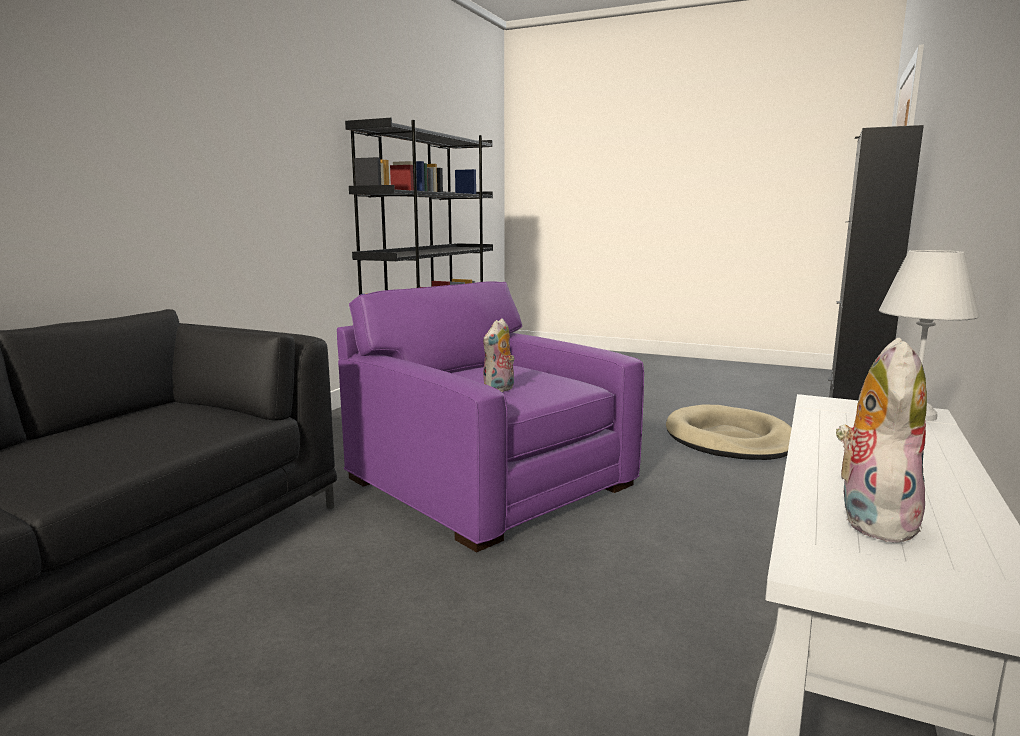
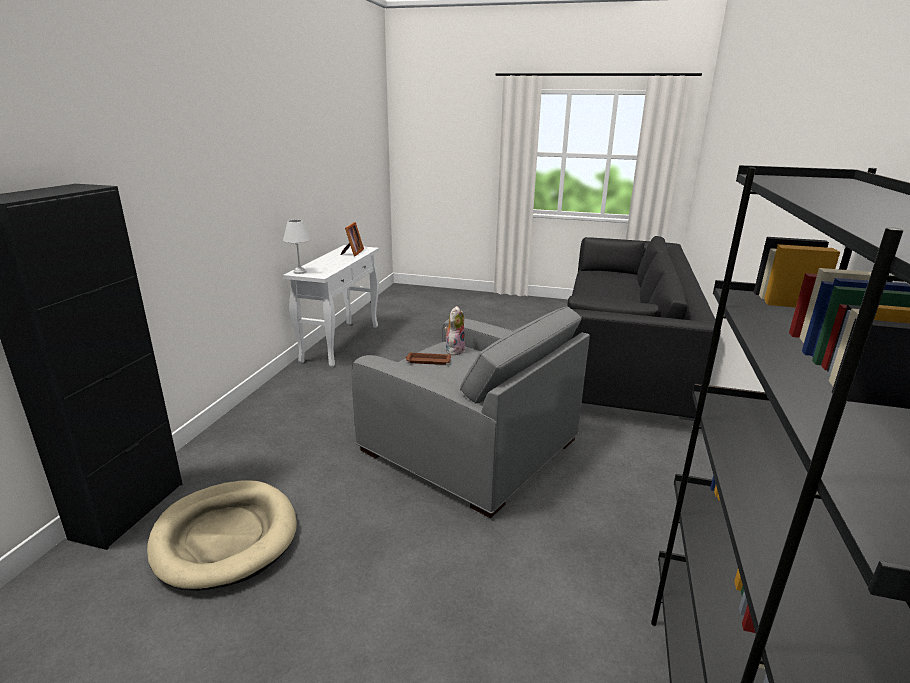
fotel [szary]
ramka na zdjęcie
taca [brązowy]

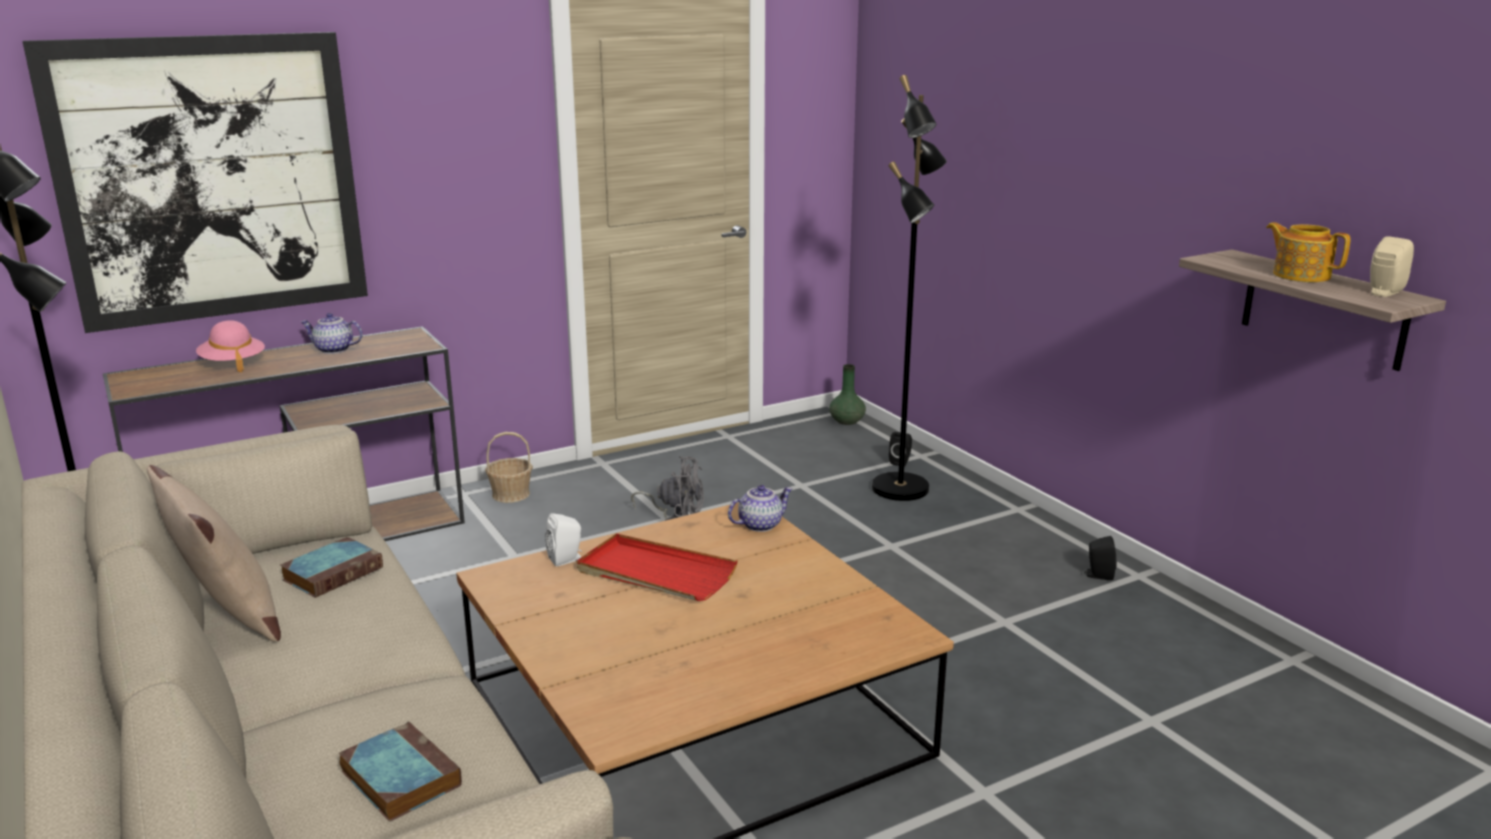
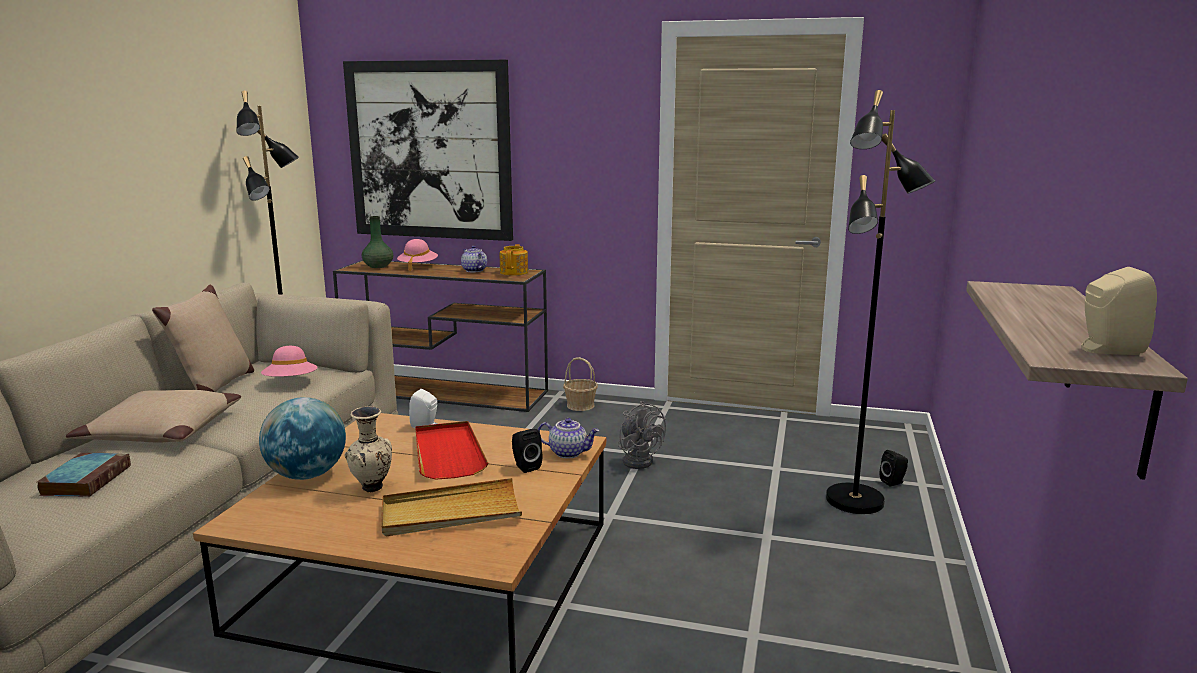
kapelusz [różowy] (1st from left)
wazon [zielony]
głośnik [czarny] (1st from left)
imbryk (2nd from left)
poduszka [beżowy] (1st from left)
globus
wazon [beżowy]
taca [beżowy]

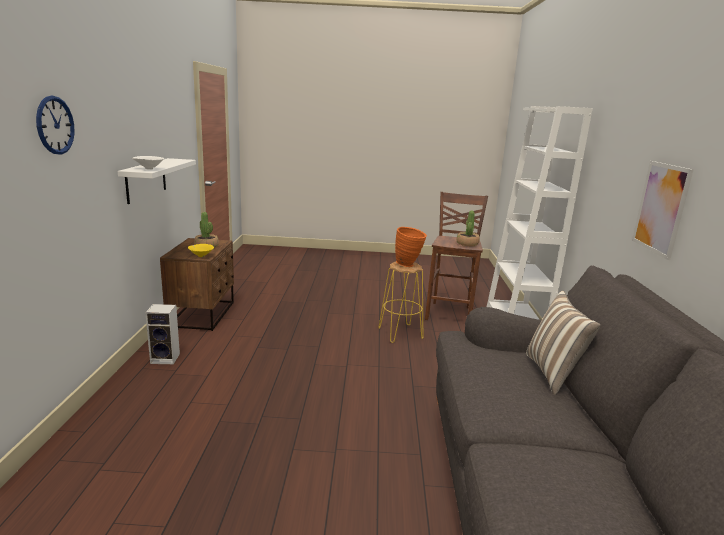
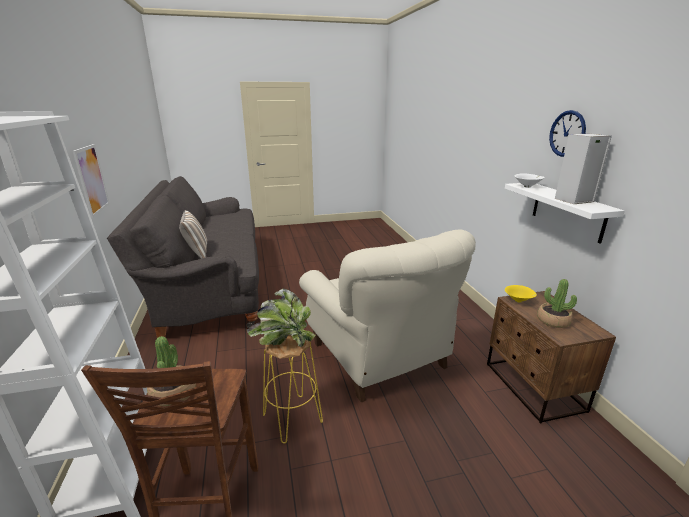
zegar ścienny
głośnik
roślina doniczkowa (2nd from left)
fotel [beżowy]

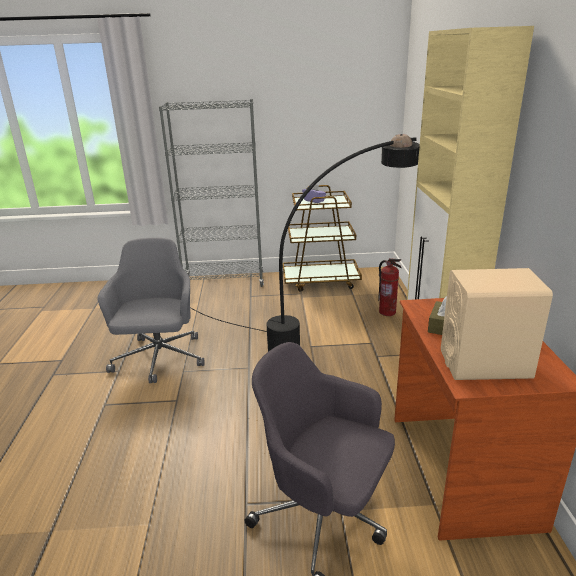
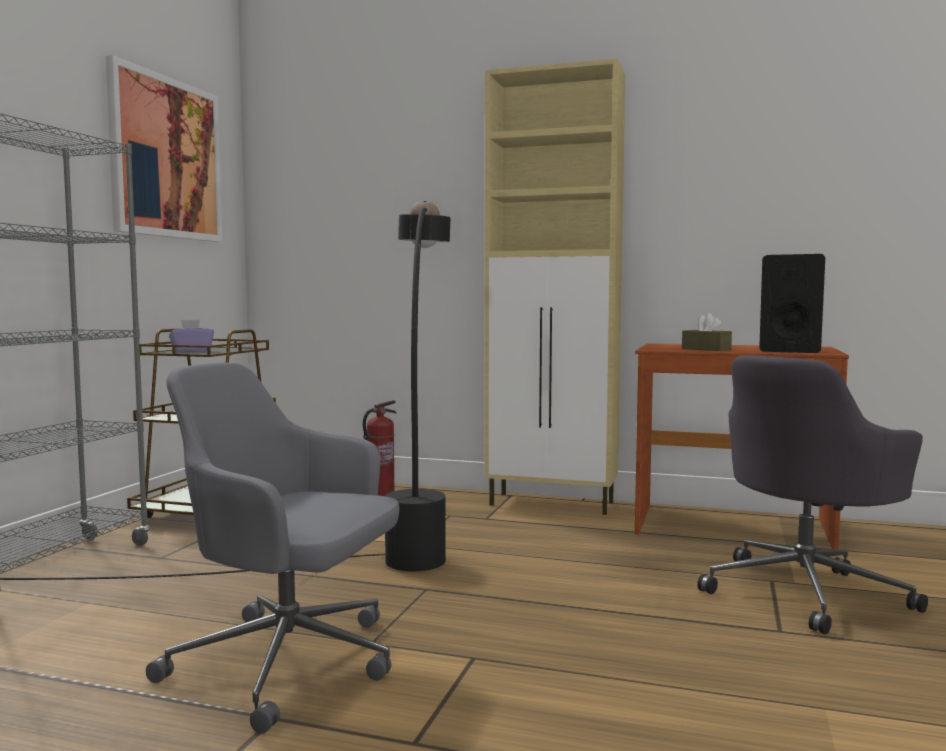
głośnik [czarny]
obraz

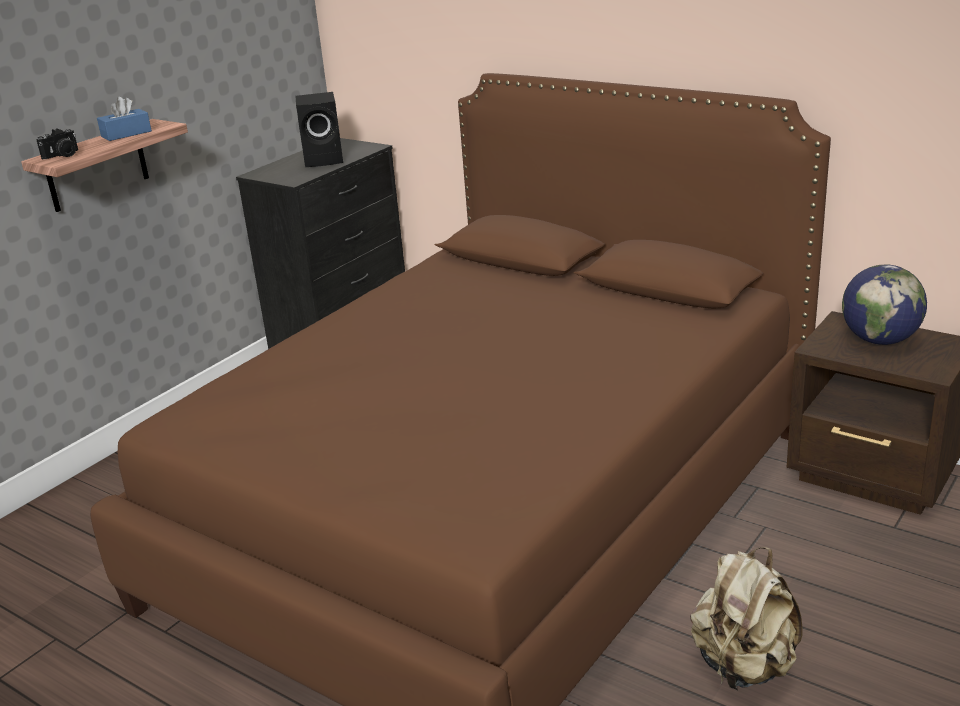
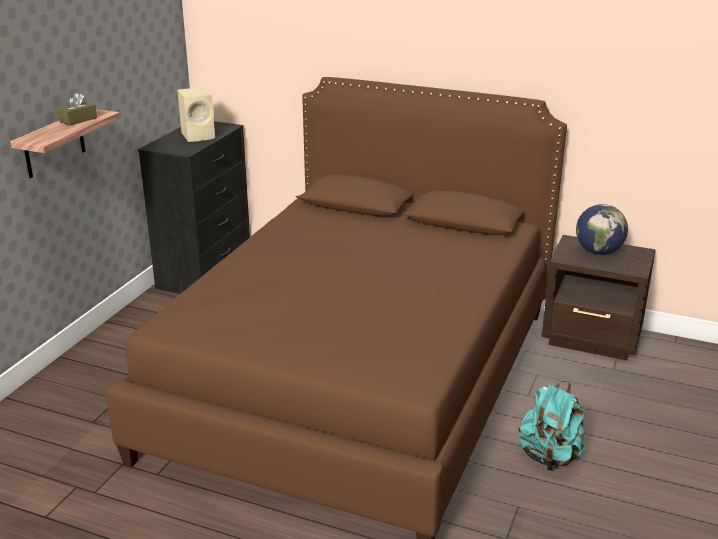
aparat fotograficzny
pudełko chusteczek [brązowy]
głośnik [beżowy]
plecak [turkusowy]

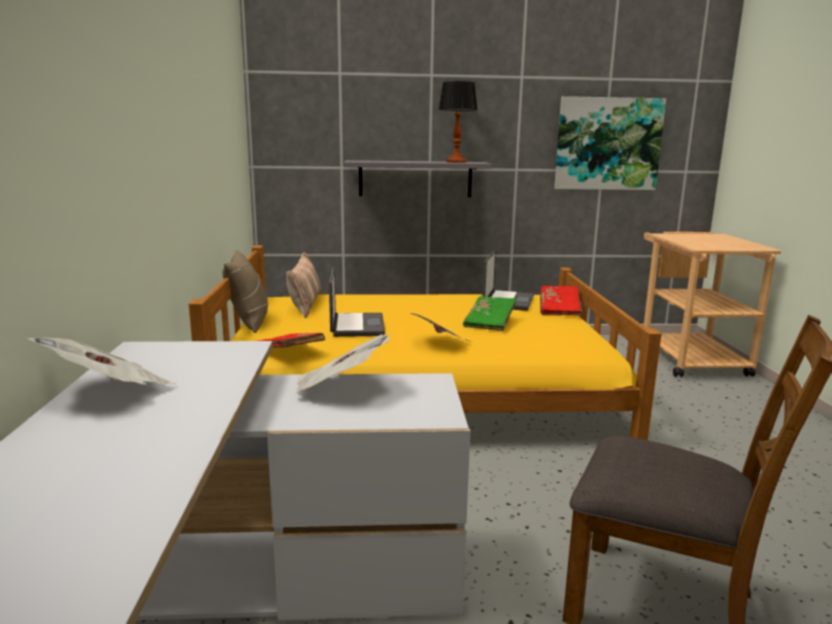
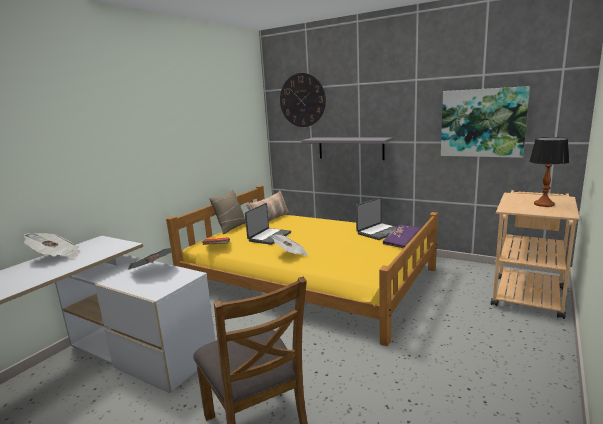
lampa stołowa
książka [zielony]
książka [fioletowy]
zegar ścienny

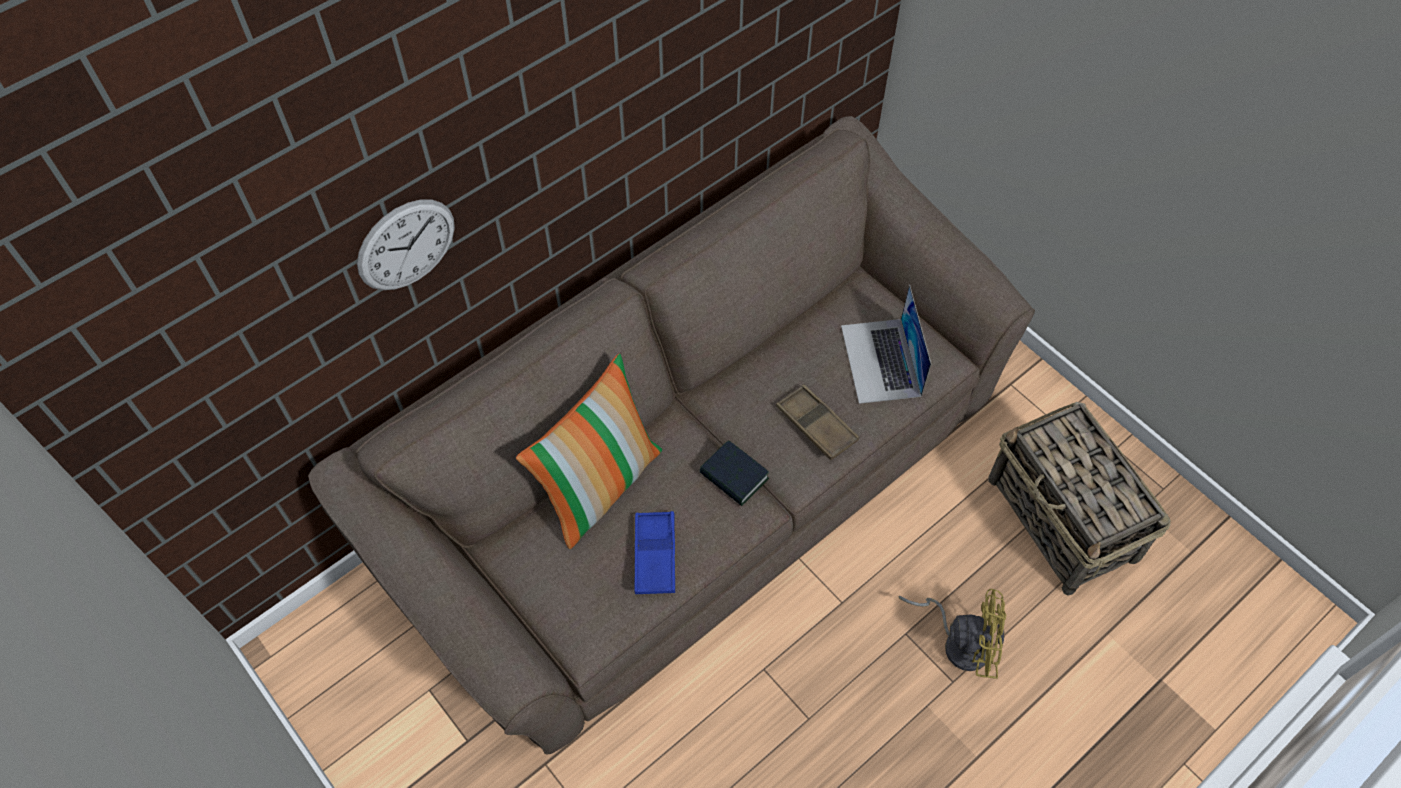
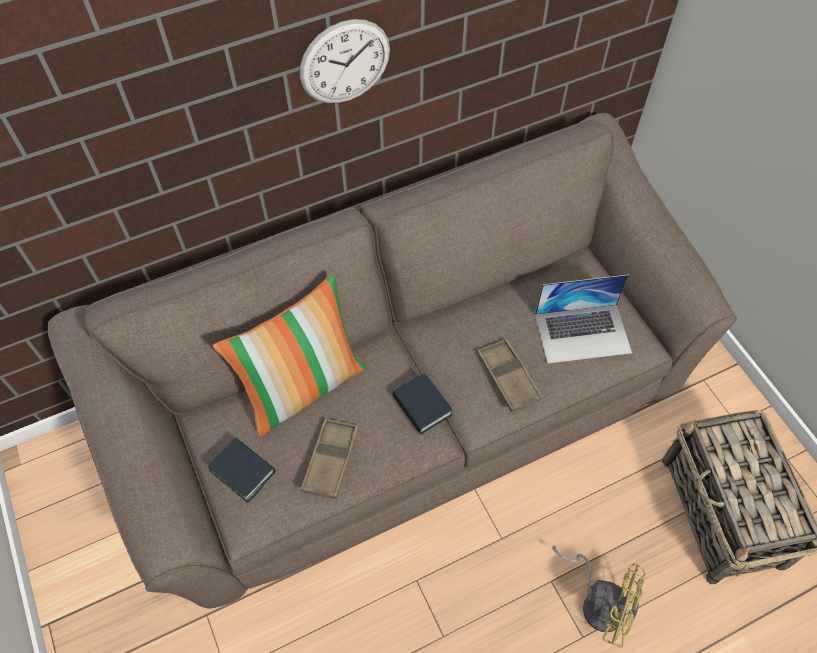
zegar ścienny
taca [brązowy] (1st from left)
laptop
książka (1st from left)

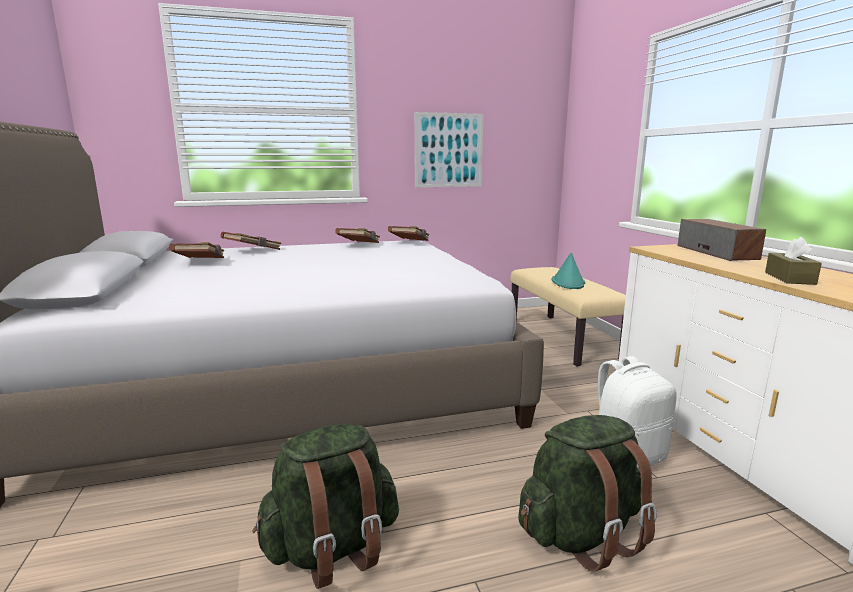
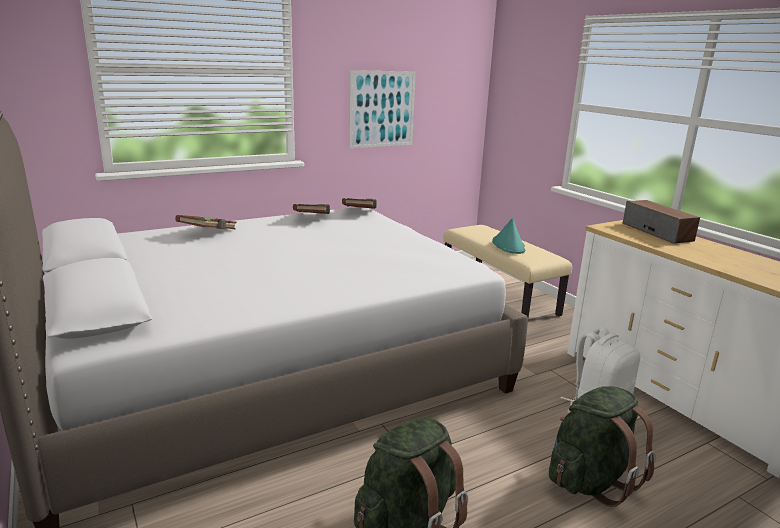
książka [brązowy] (1st from left in the first image)
pudełko chusteczek [brązowy]

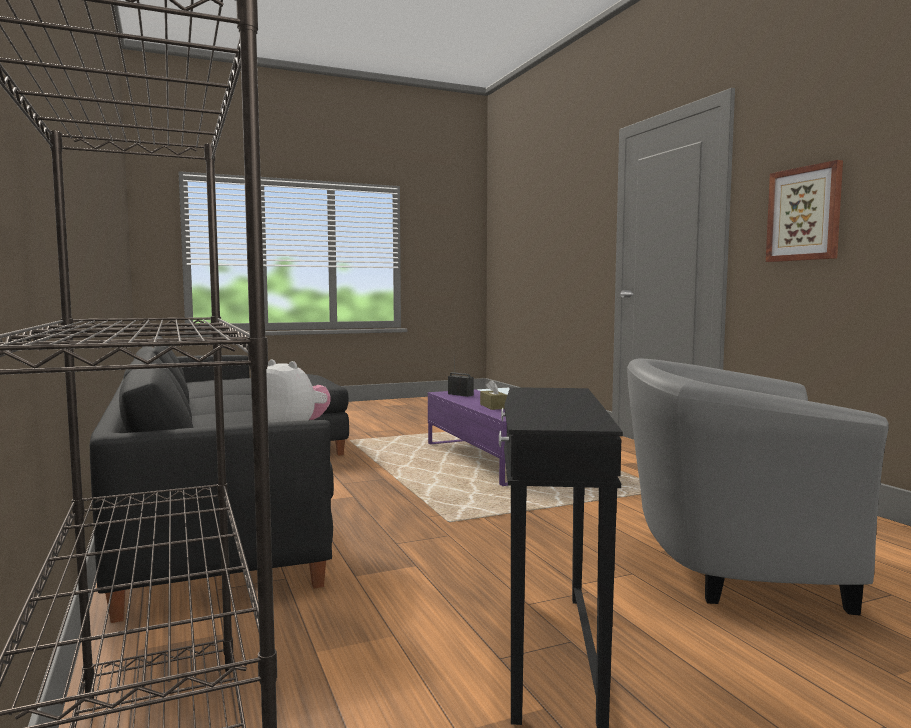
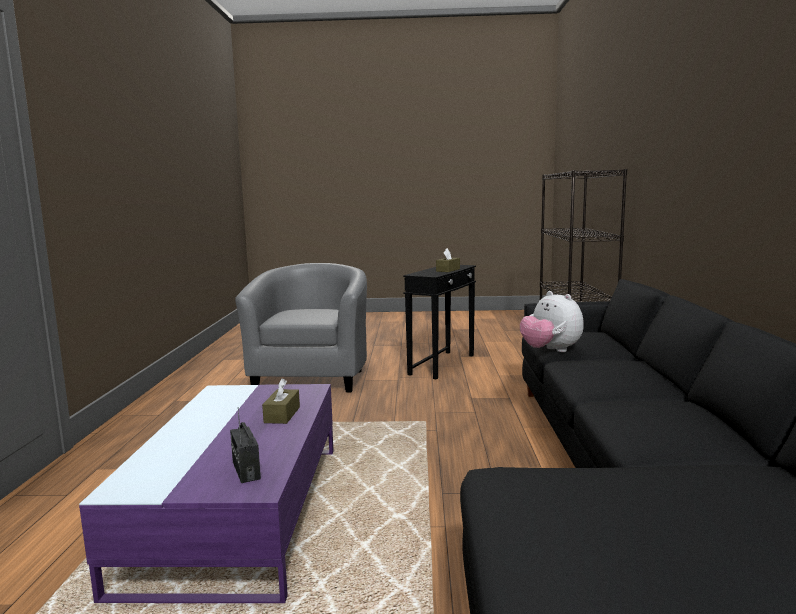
fotel [szary]
obraz
pudełko chusteczek [brązowy] (2nd from left)

